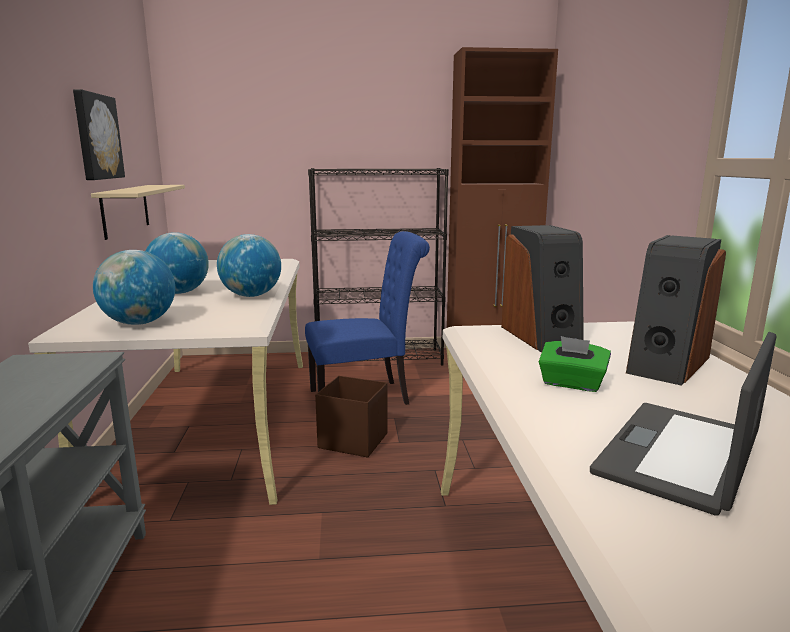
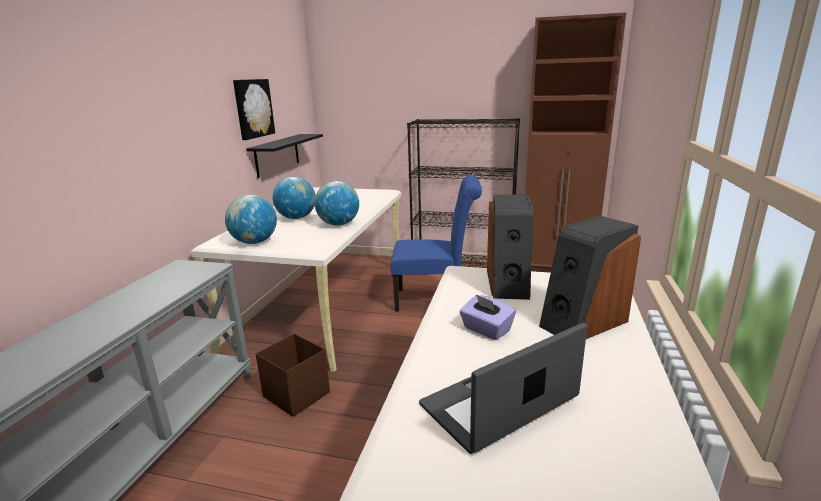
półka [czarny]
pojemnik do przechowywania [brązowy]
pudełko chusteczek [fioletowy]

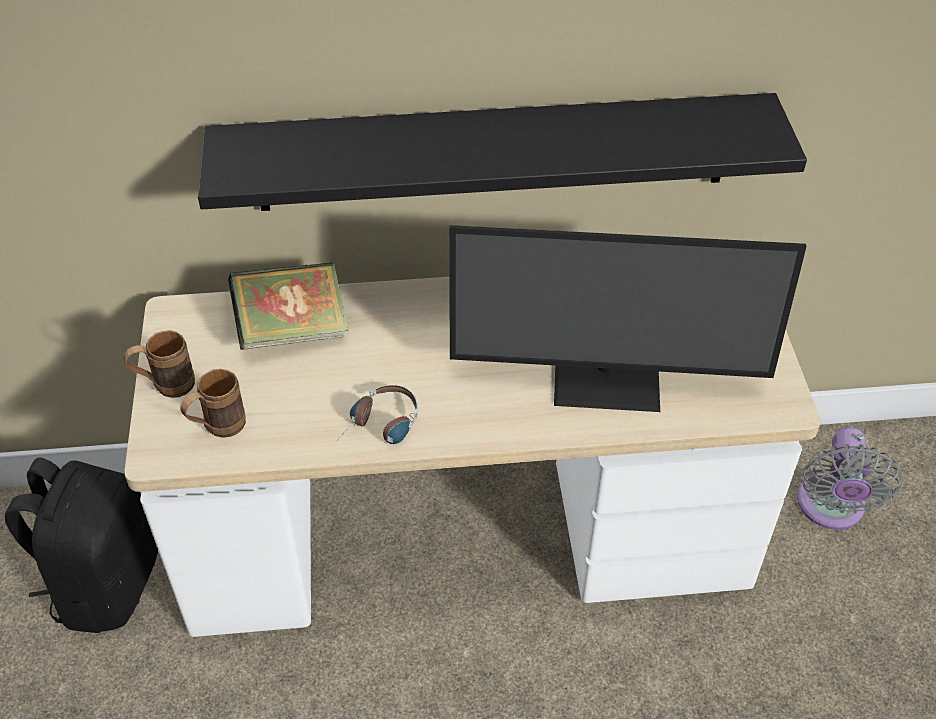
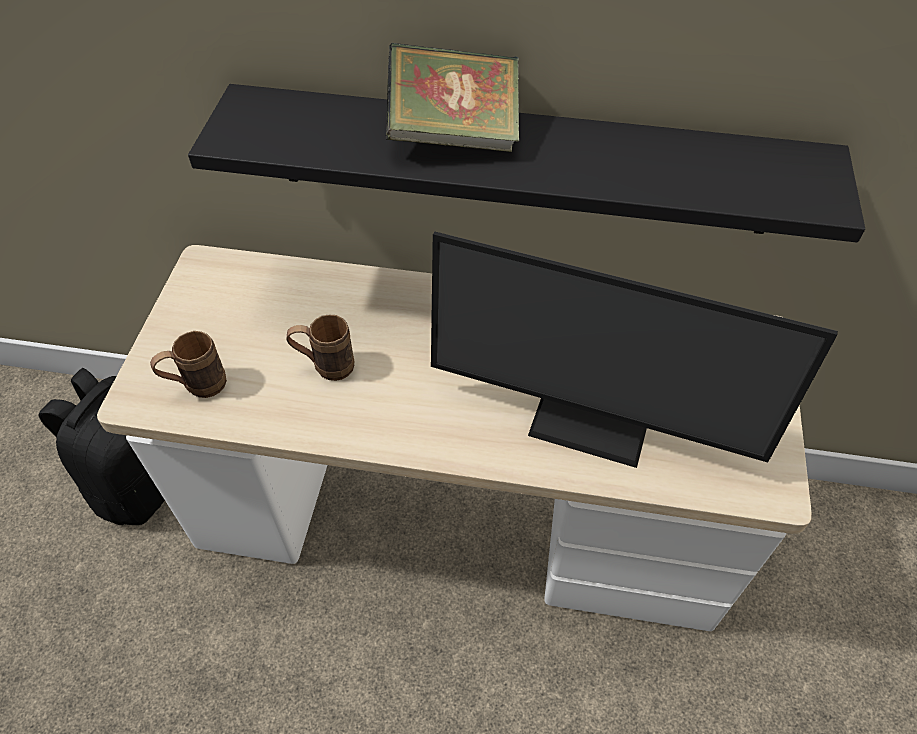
kubek [brązowy] (2nd from left)
książka
słuchawki
wentylator [szary]

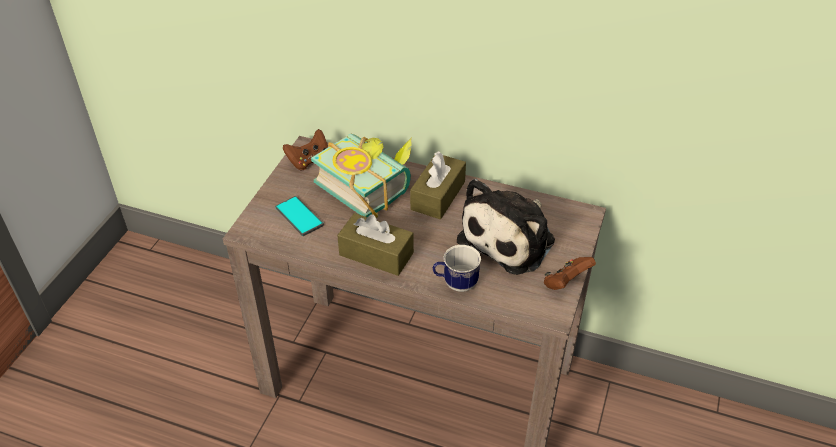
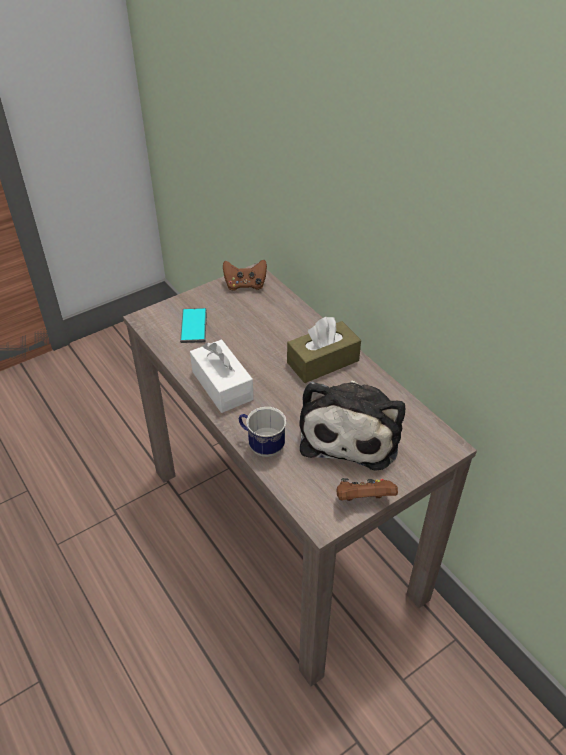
książka
pudełko chusteczek [biały]
pluszak

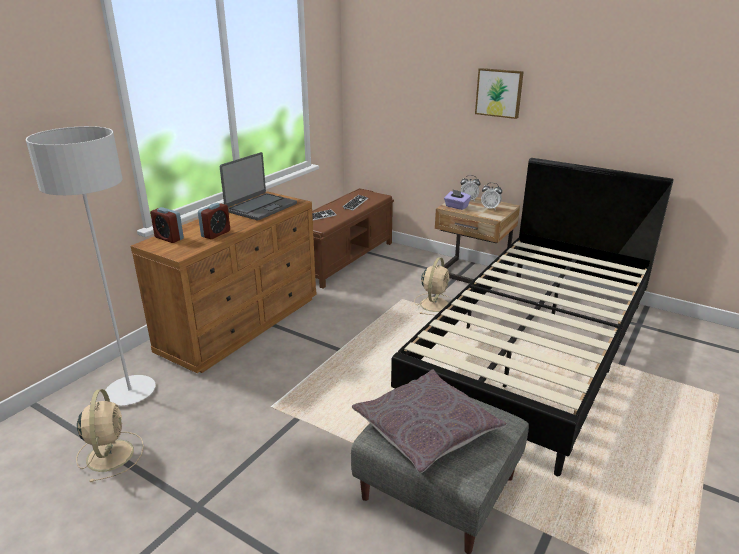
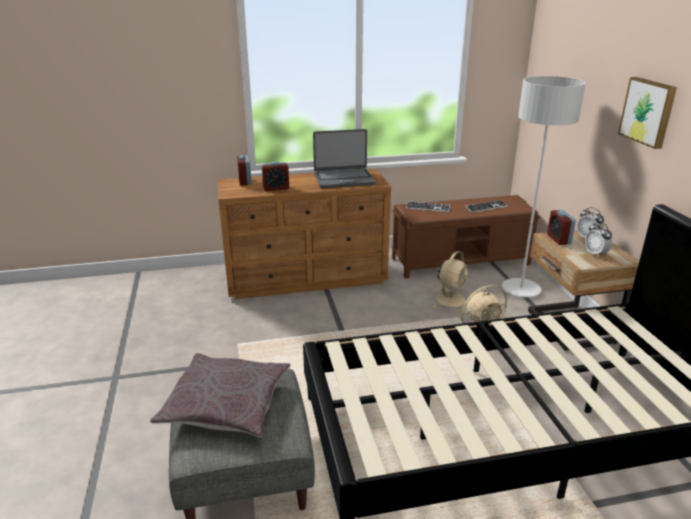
lampa stojąca [szary]
wentylator [beżowy] (1st from left)
budzik (3rd from left)

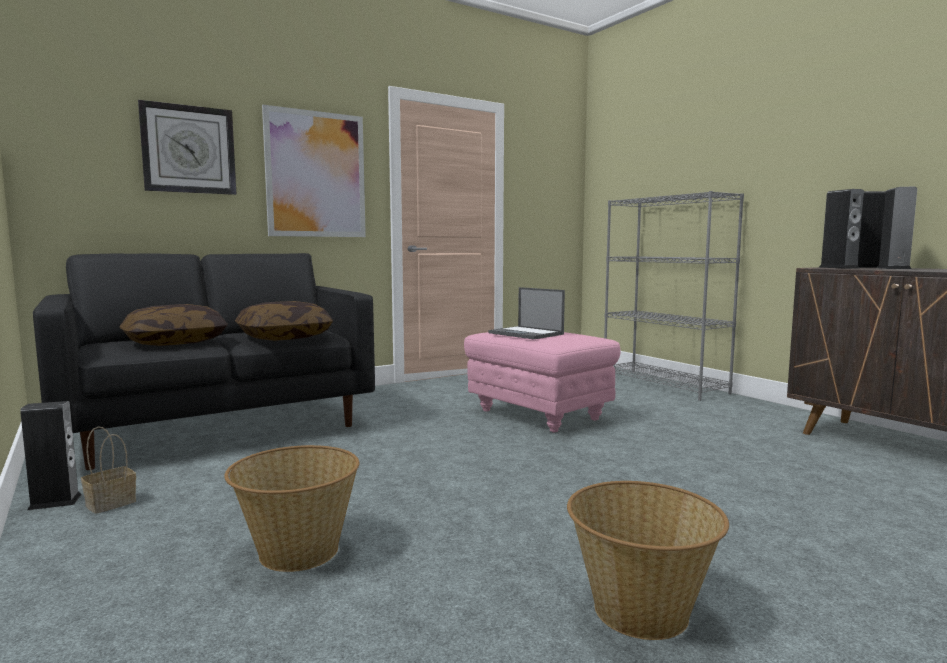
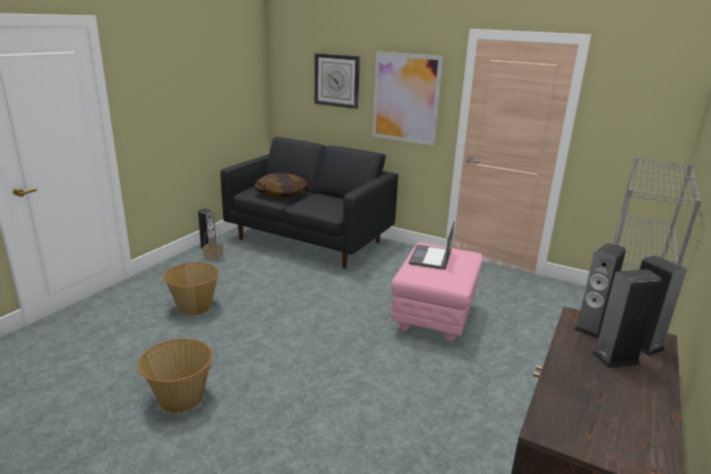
poduszka (2nd from left in the first image)

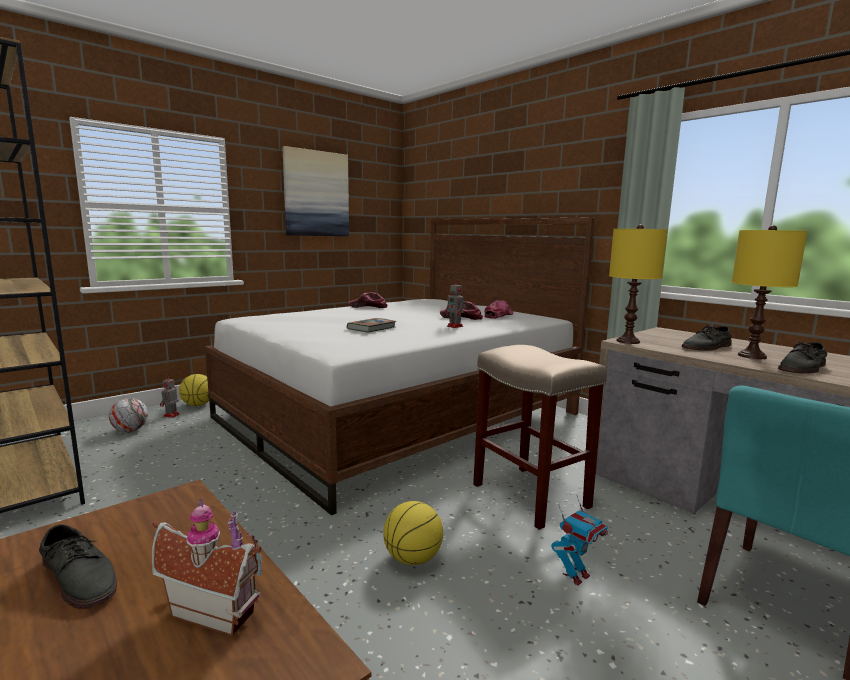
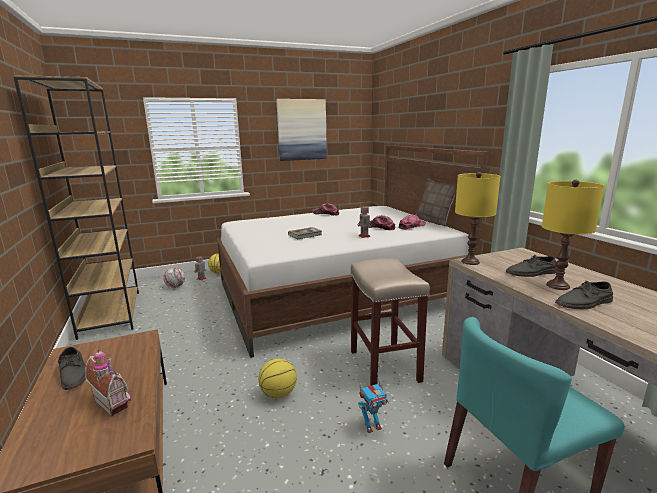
poduszka

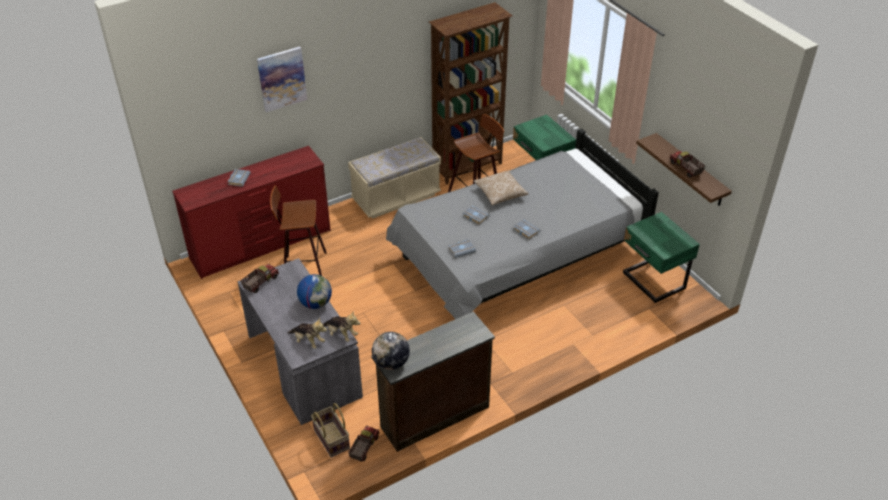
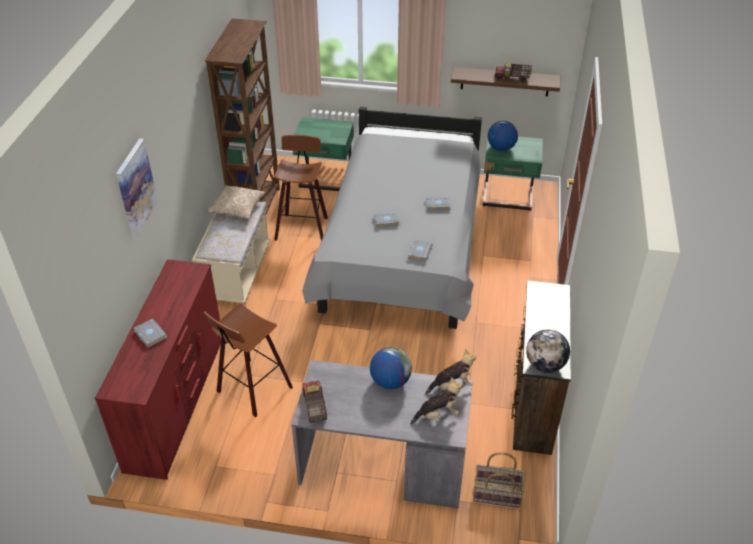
ciężarówka zabawkowa (2nd from left in the first image)
poduszka
globus (2nd from left)

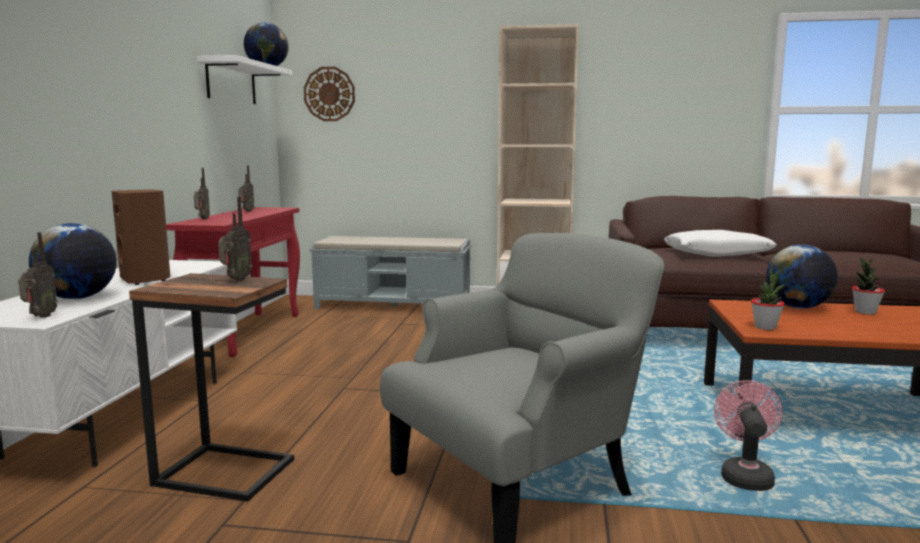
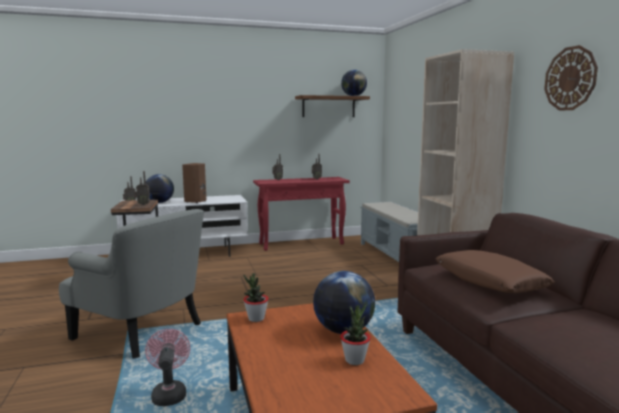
półka [brązowy]
zegar ścienny
poduszka [brązowy]
wentylator [różowy]

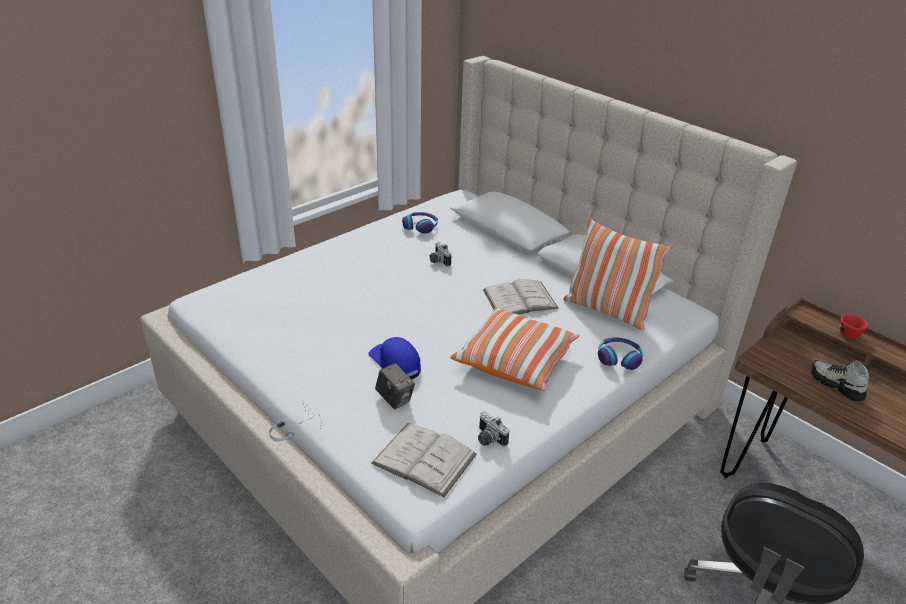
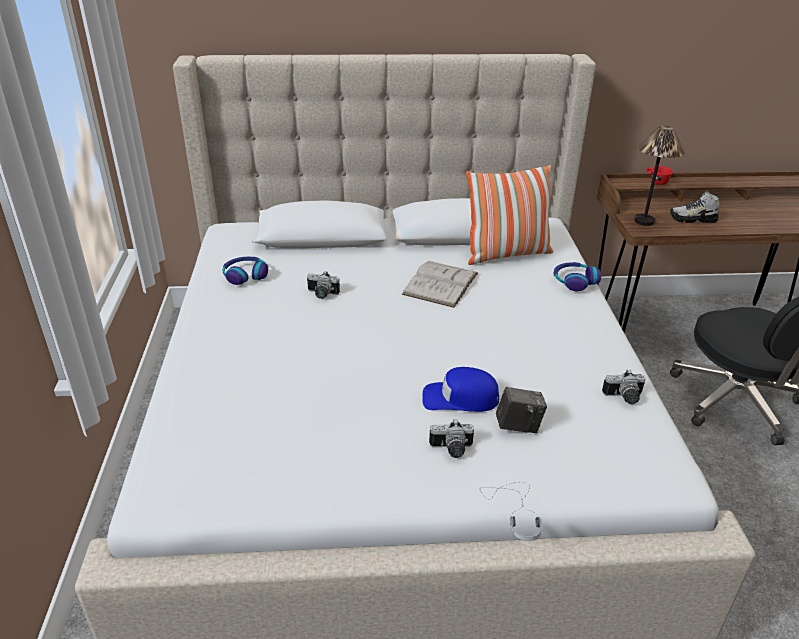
książka [biały] (1st from left in the first image)
poduszka (1st from left in the first image)
aparat fotograficzny (2nd from left)
lampa stołowa

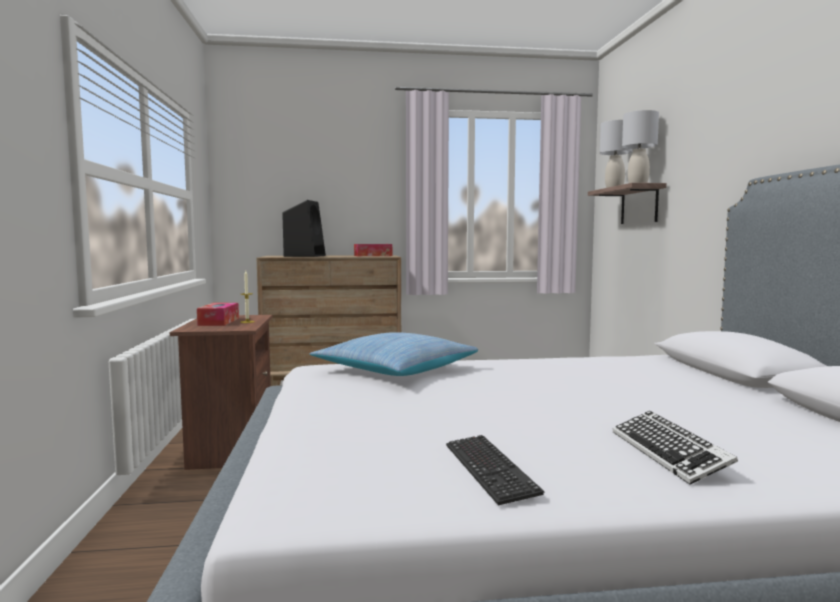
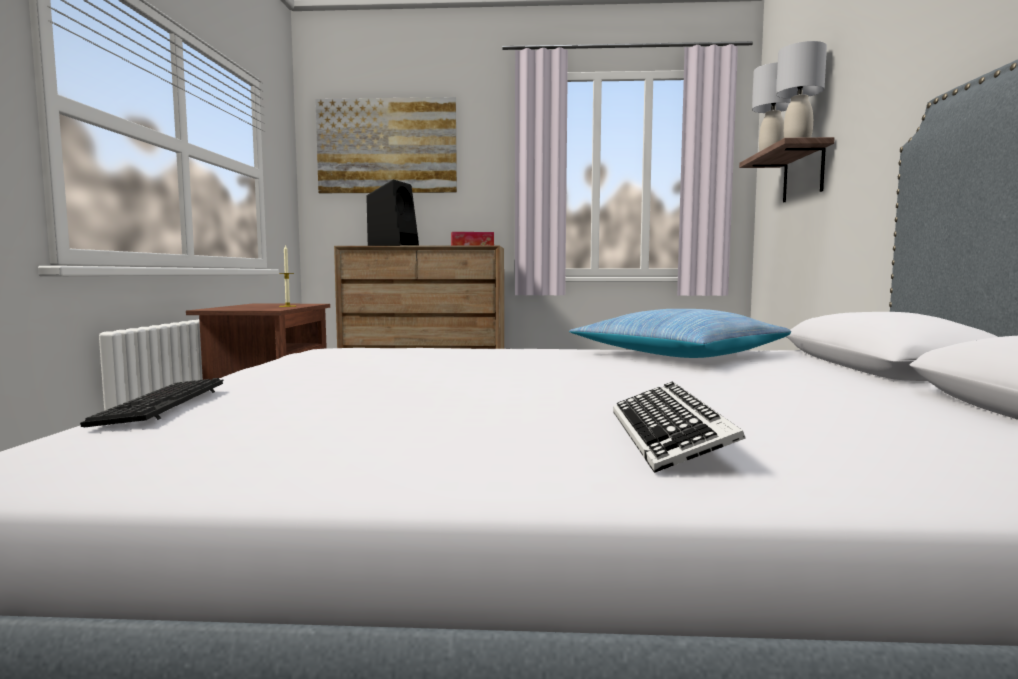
pudełko chusteczek (1st from left in the first image)
poduszka
klawiatura (1st from left)
obraz

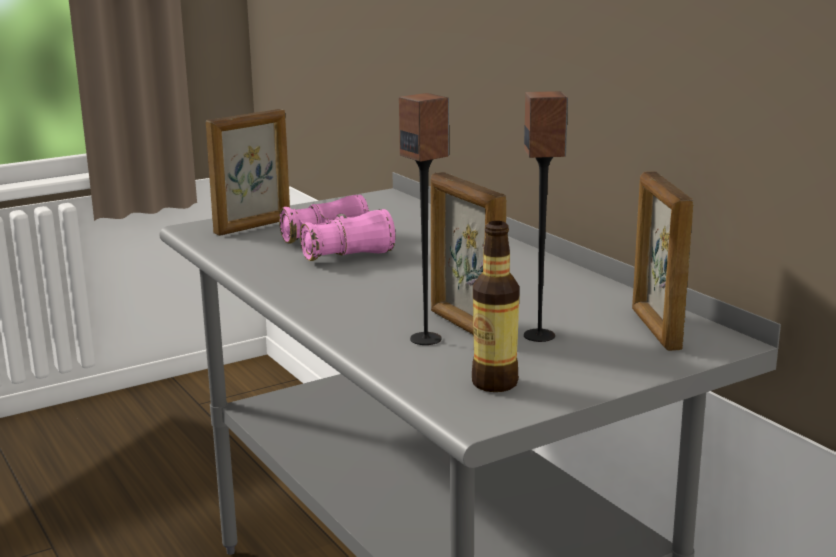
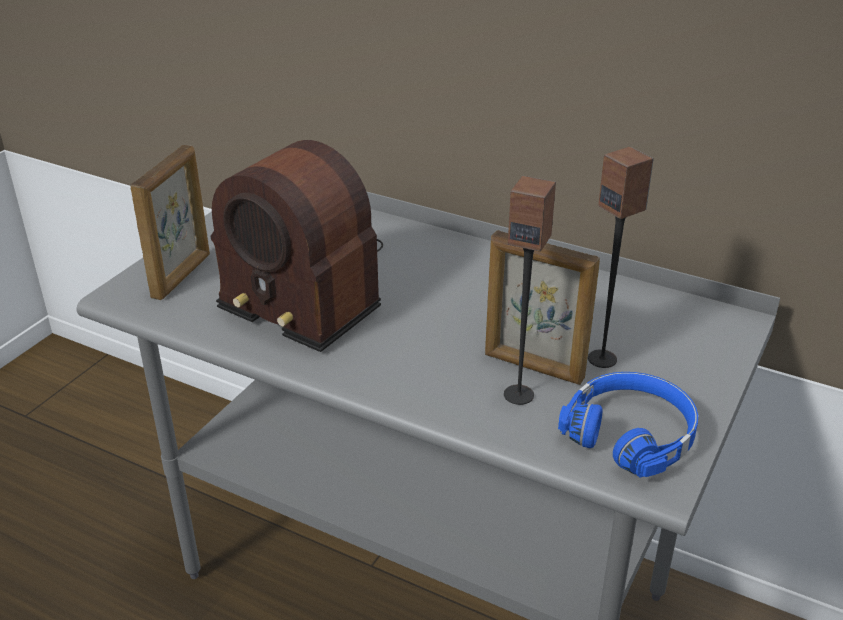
radio
słuchawki [niebieski]
ramka na zdjęcie (3rd from left in the first image)

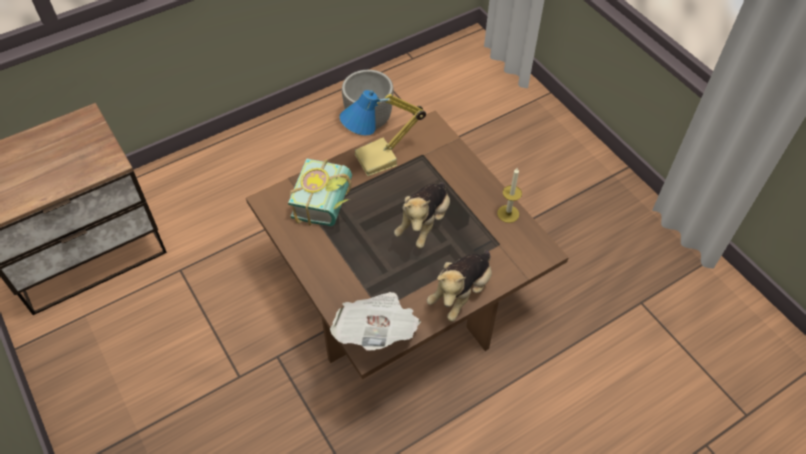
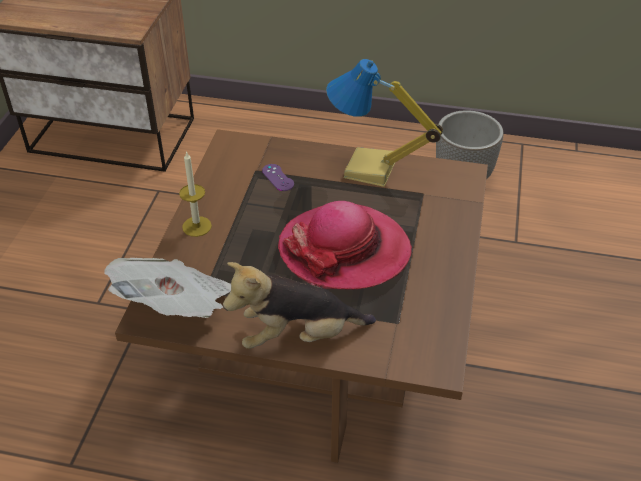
pad do gier [fioletowy]
kapelusz
świeca

